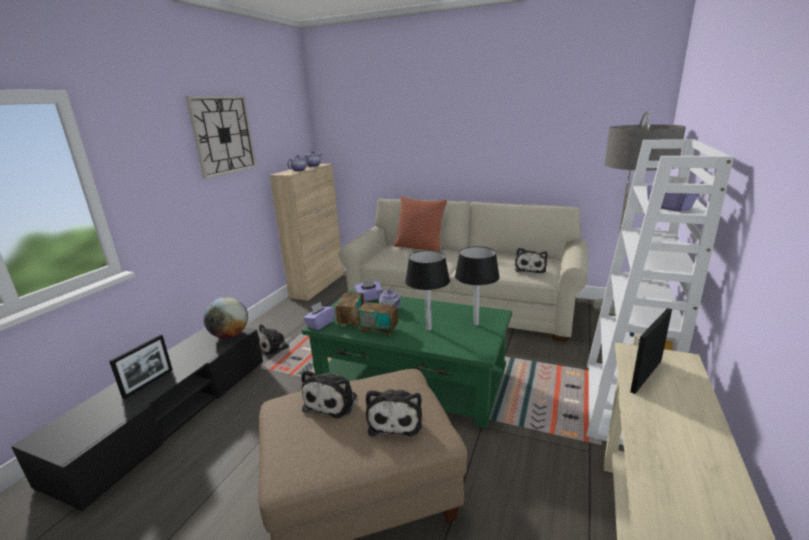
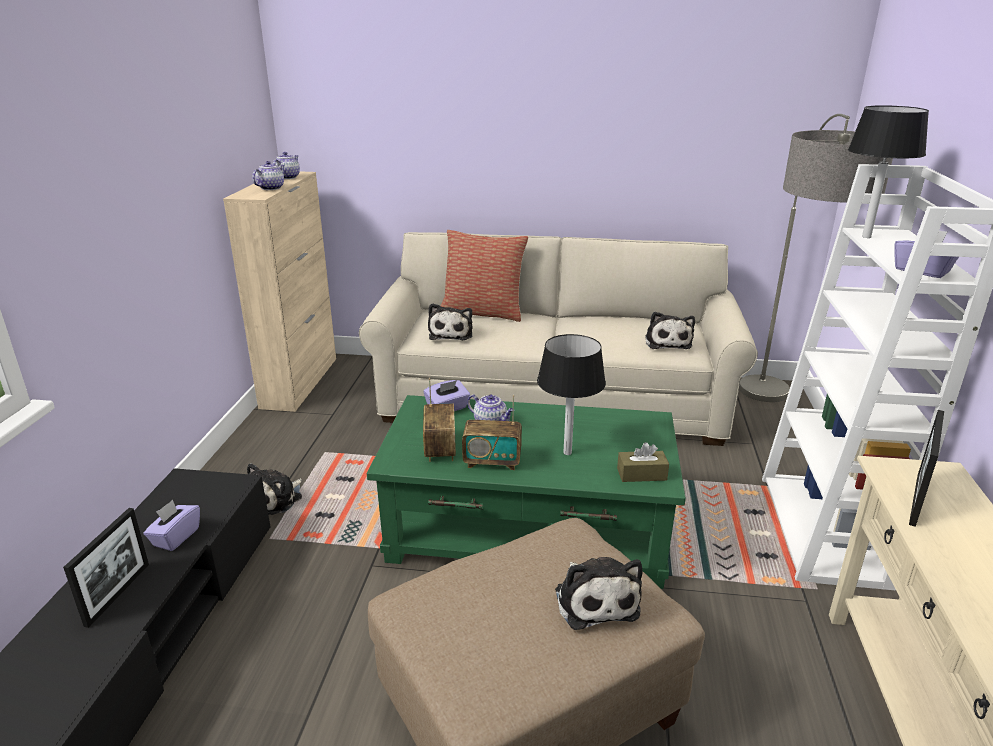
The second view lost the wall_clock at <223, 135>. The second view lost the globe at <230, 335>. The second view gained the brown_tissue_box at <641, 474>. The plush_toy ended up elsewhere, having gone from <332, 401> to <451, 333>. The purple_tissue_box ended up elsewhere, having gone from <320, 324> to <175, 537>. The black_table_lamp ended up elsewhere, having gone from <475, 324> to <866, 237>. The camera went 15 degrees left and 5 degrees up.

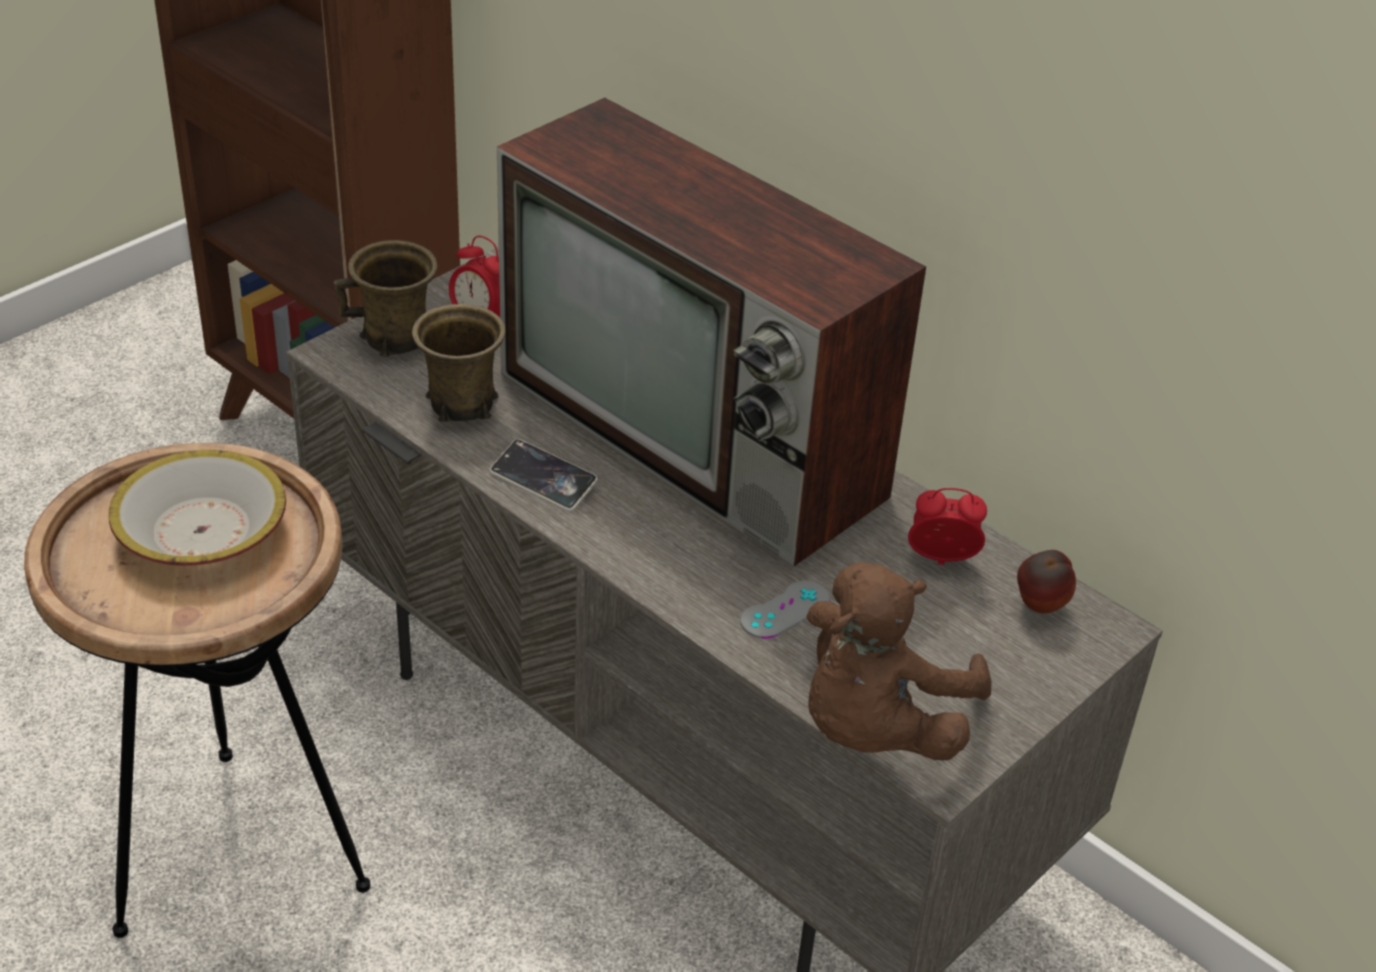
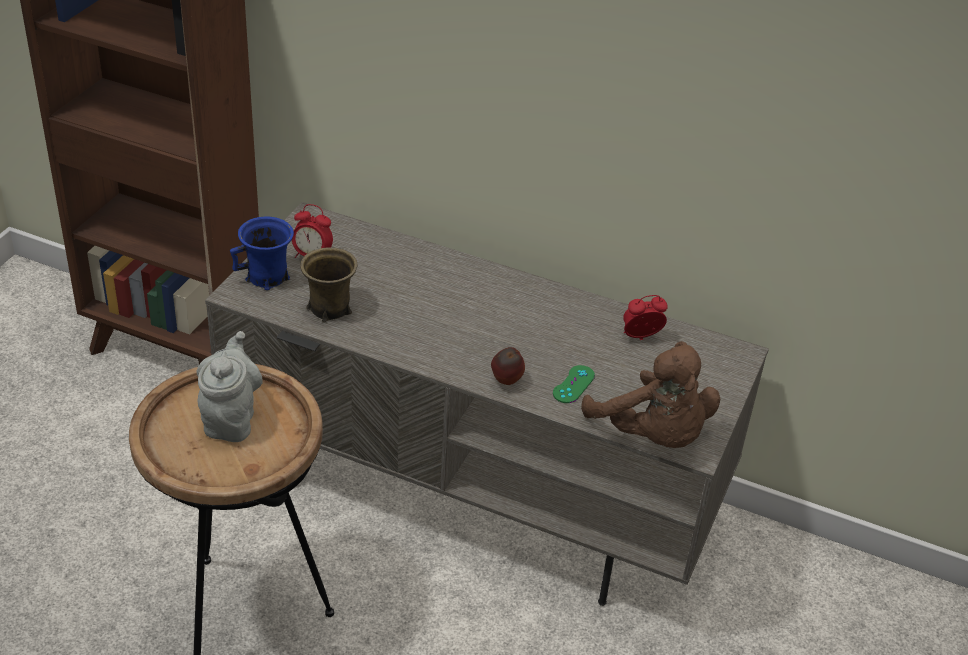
The second view lost the phone at <543, 480>. The second view lost the television at <697, 436>. The apple ended up elsewhere, having gone from <1039, 608> to <506, 382>. Where the bowl stood at <201, 532>, the grey_teapot came to stand at <231, 419>. What was the brown_mug at <396, 338> turned into the blue_mug at <268, 277>. What was the grey_game_controller at <785, 610> turned into the green_game_controller at <573, 384>. The brown_plush_toy at <876, 727> ended up facing another way, 45 degrees counterclockwise from before. The camera went 20 degrees left and 0 degrees up.

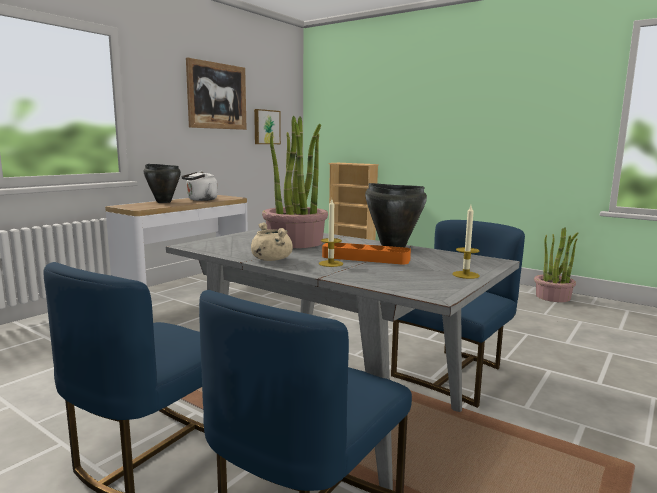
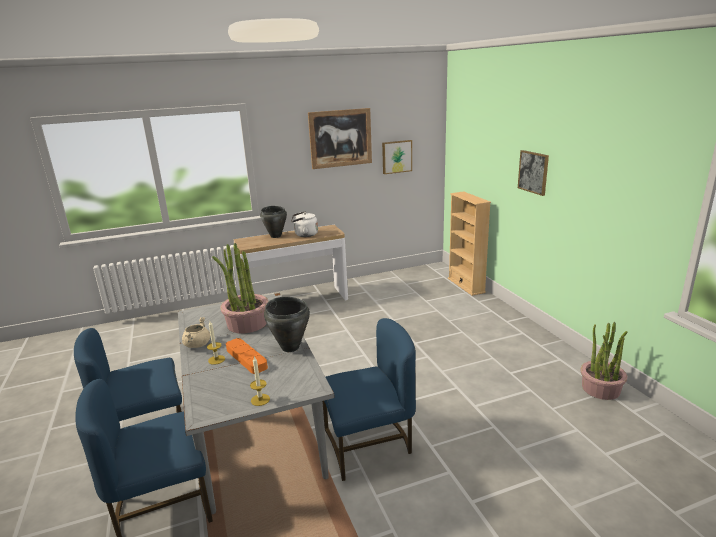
The second view gained the picture at <533, 172>. The camera went 35 degrees right and 10 degrees up.

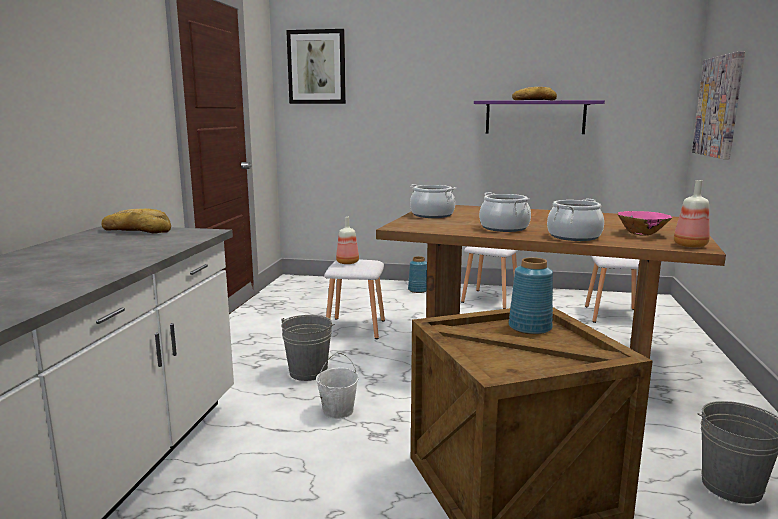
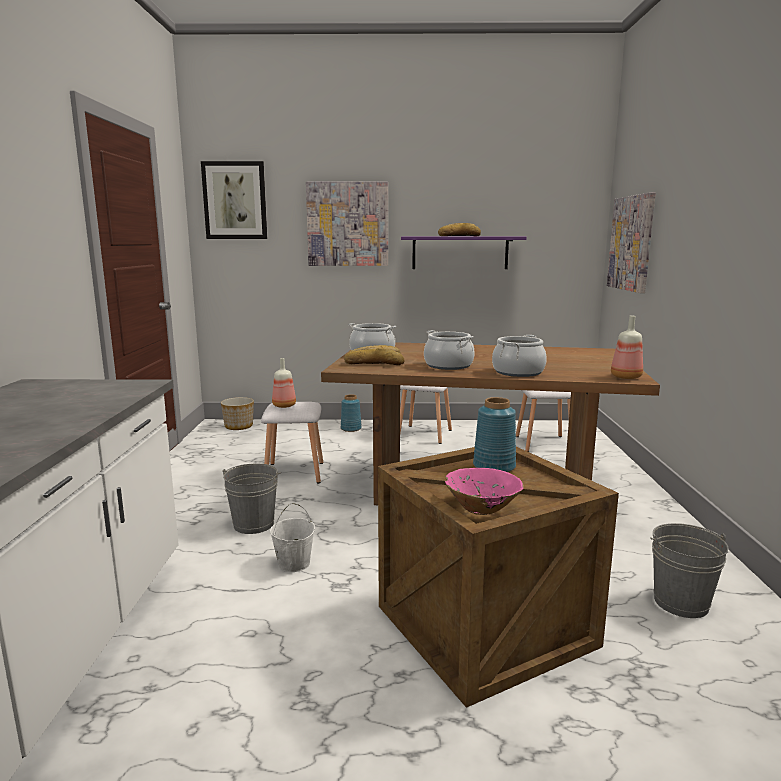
The second view gained the planter at <238, 426>. The second view gained the picture at <348, 224>. The bread ended up elsewhere, having gone from <137, 230> to <374, 363>. The pink_bowl ended up elsewhere, having gone from <641, 234> to <481, 509>. The camera went 10 degrees left and 0 degrees up.

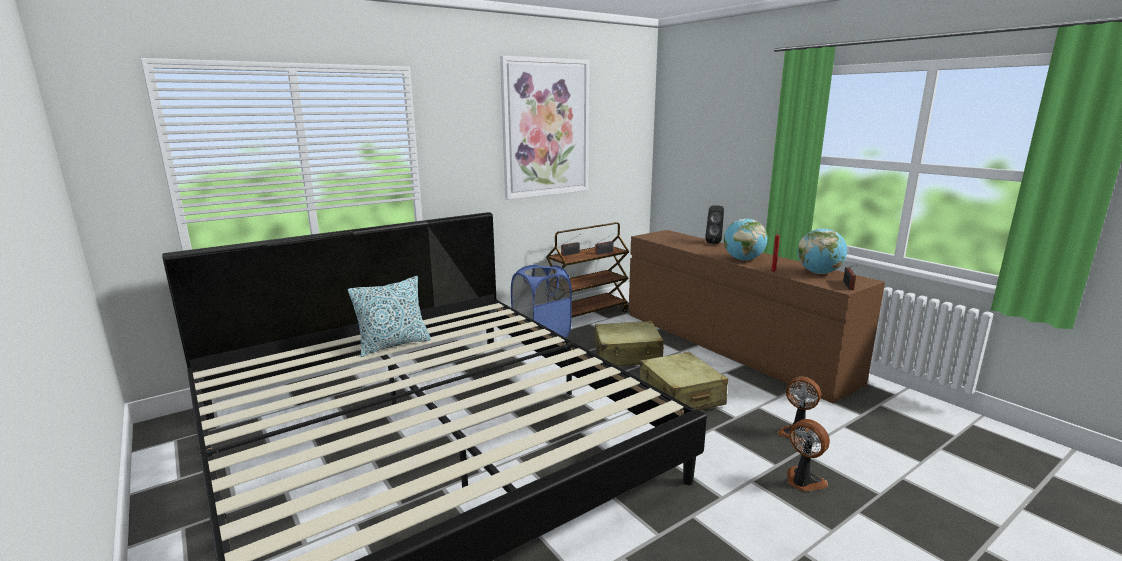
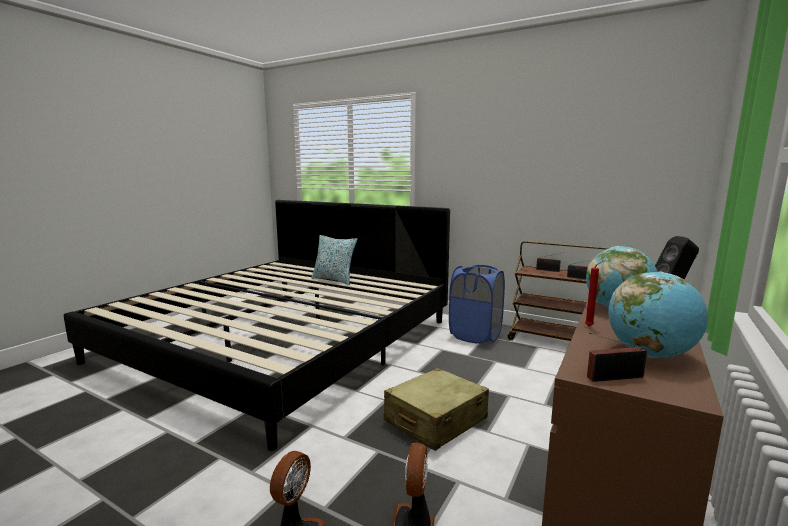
The second view lost the picture at <546, 128>. The second view lost the beige_suitcase at <627, 355>. The camera went 65 degrees right and 5 degrees down.

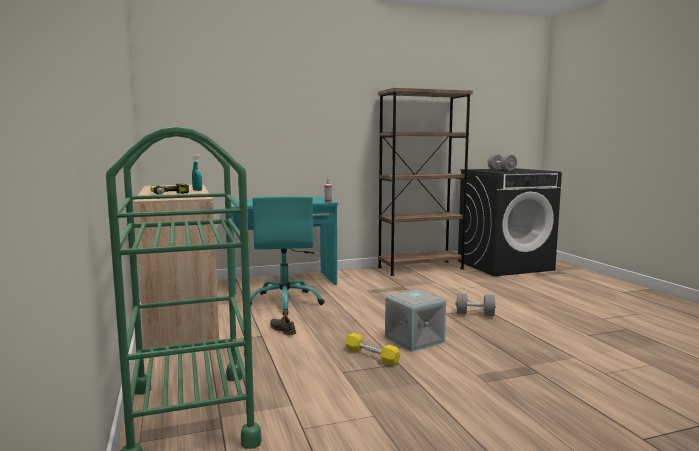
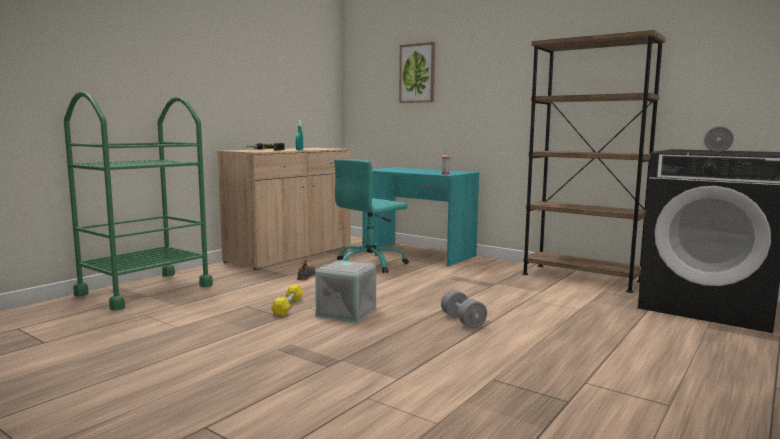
The second view gained the picture at <417, 73>. The camera went 55 degrees right and 0 degrees up.

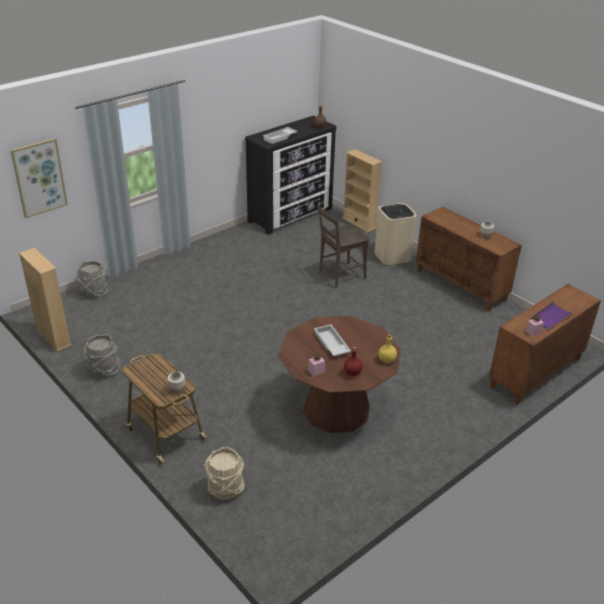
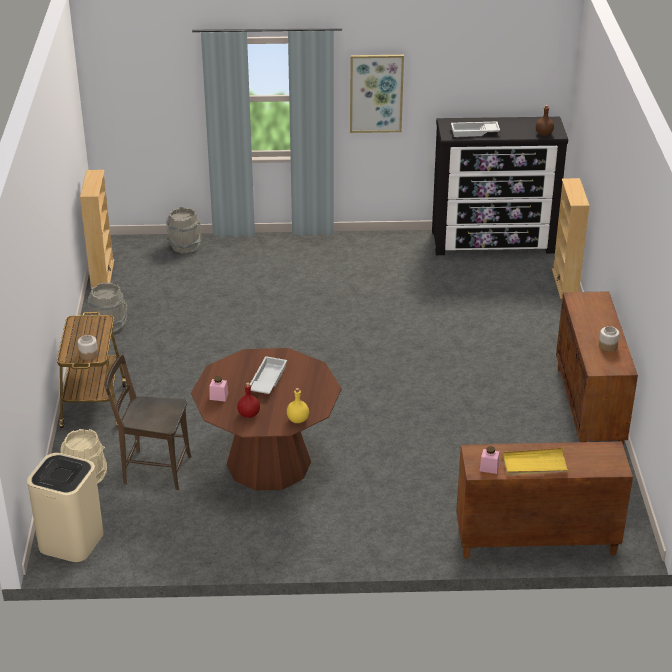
The picture ended up elsewhere, having gone from <39, 178> to <376, 93>. The brown_chair ended up elsewhere, having gone from <340, 276> to <153, 469>. The beige_trash_can ended up elsewhere, having gone from <392, 256> to <70, 541>. What was the purple_tray at <550, 318> turned into the yellow_tray at <534, 464>. The camera went 40 degrees right and 0 degrees up.

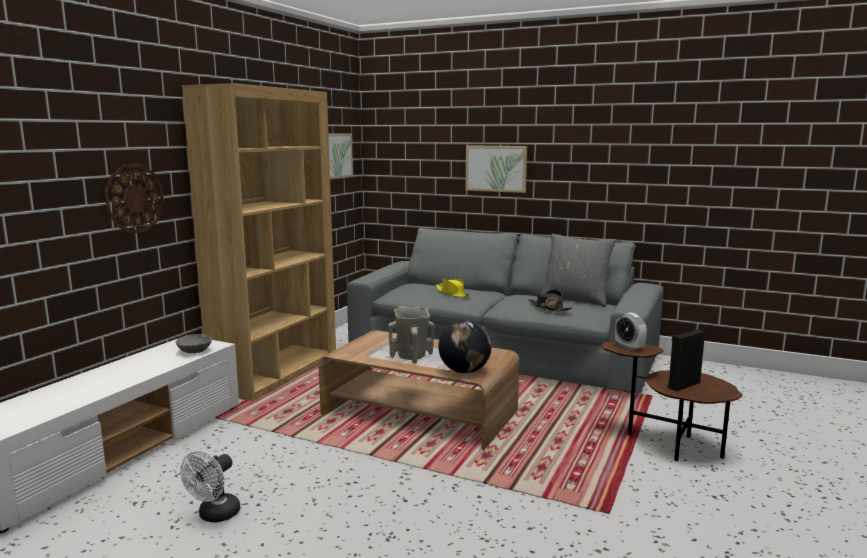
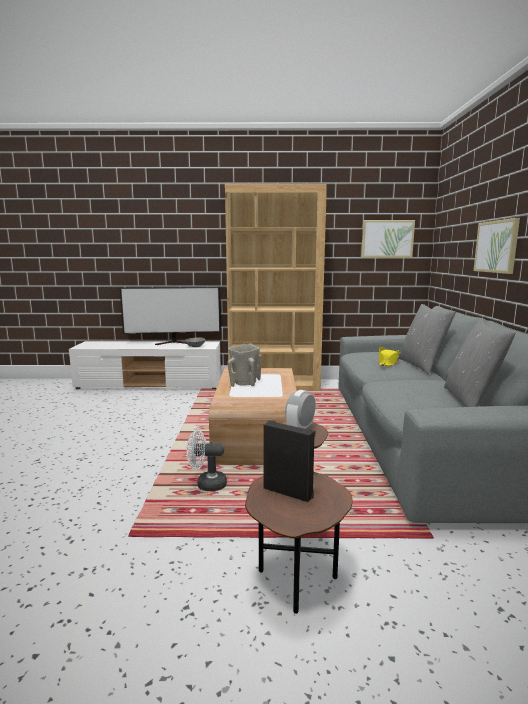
The second view lost the wall_clock at <134, 198>. The second view lost the globe at <464, 371>. The second view lost the black_hat at <549, 308>. The second view gained the television at <175, 343>. The second view gained the grey_pillow at <421, 365>. The white_fan ended up elsewhere, having gone from <215, 516> to <206, 484>. The camera went 65 degrees right and 0 degrees up.

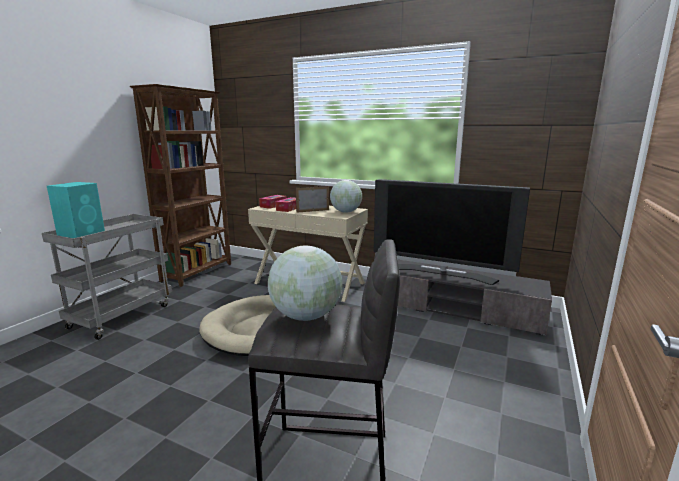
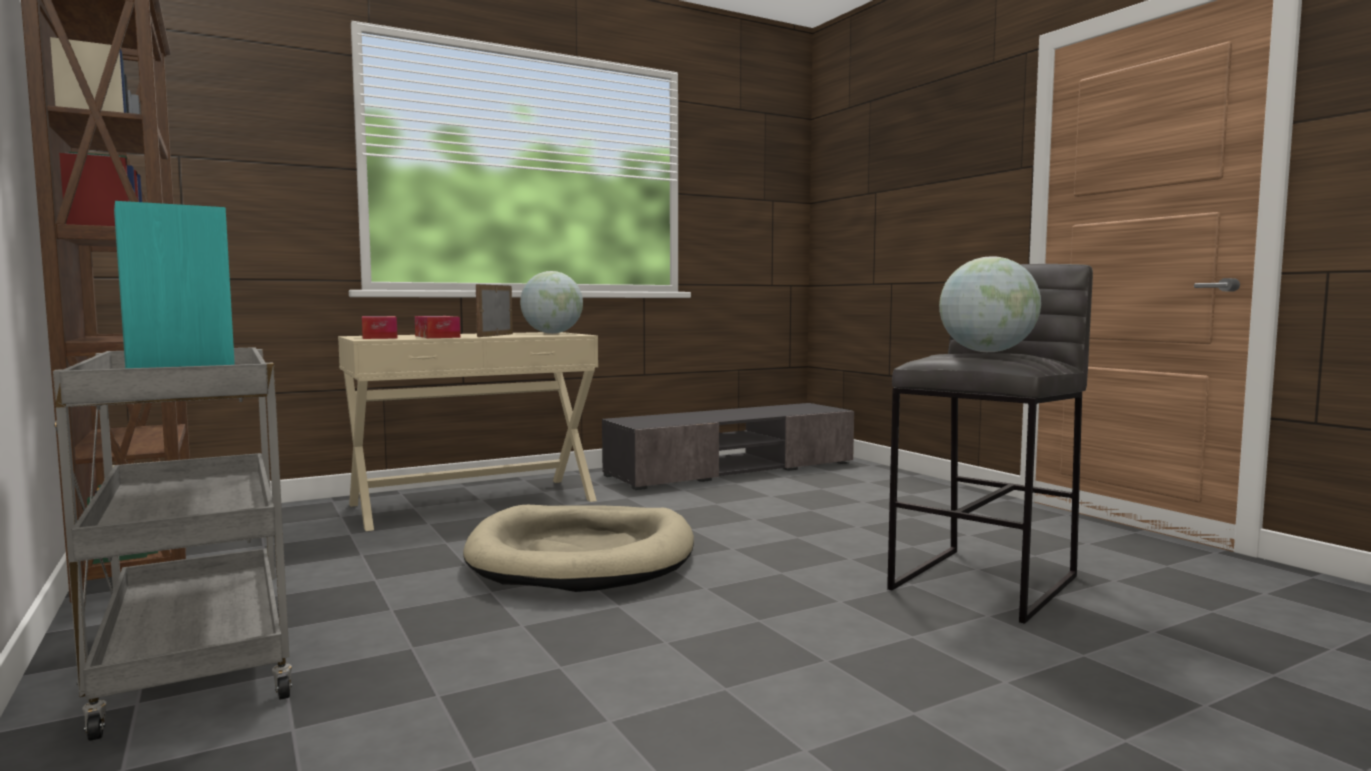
The second view lost the television at <442, 274>. The camera went 55 degrees left and 10 degrees down.

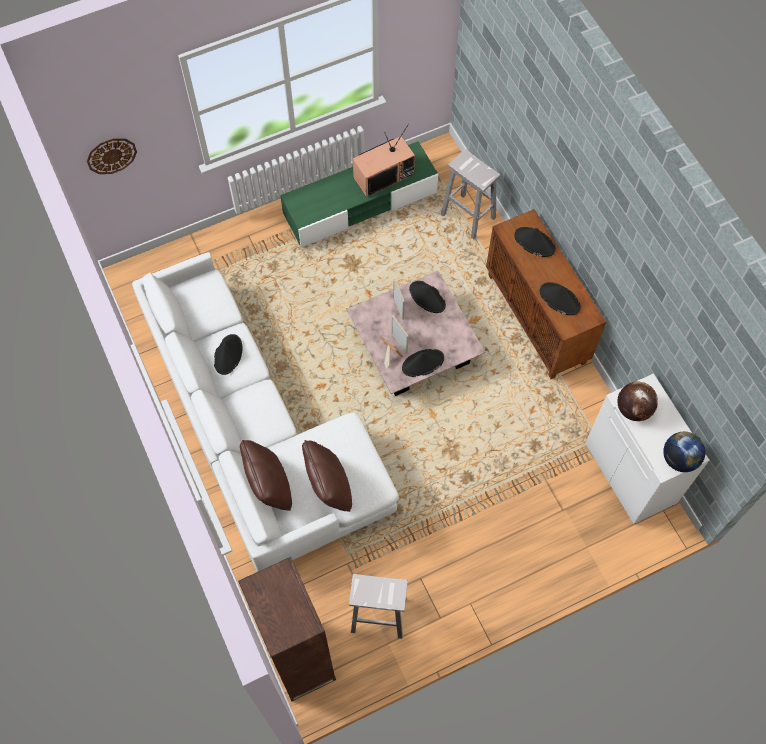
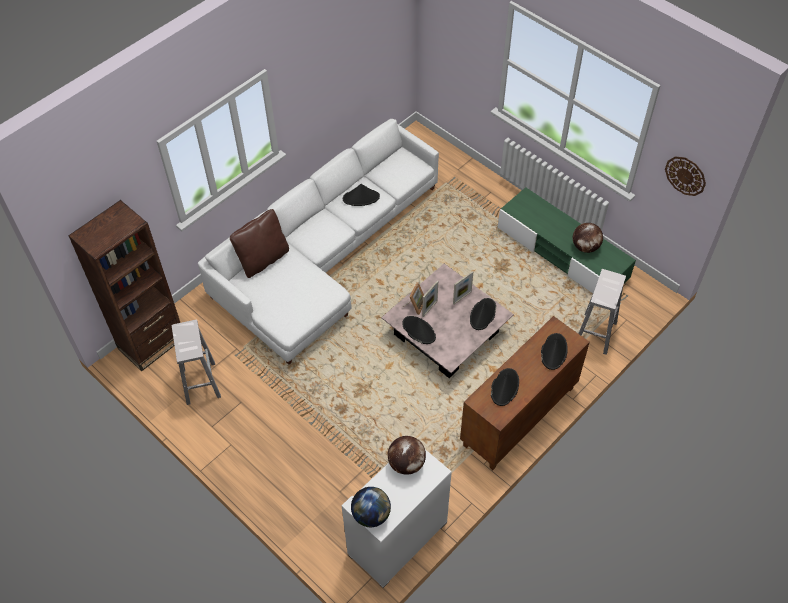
The second view lost the brown_pillow at <329, 487>. The wall_clock ended up elsewhere, having gone from <111, 155> to <685, 175>. Where the television stood at <383, 175>, the globe came to stand at <585, 247>. The camera went 70 degrees right and 10 degrees down.

